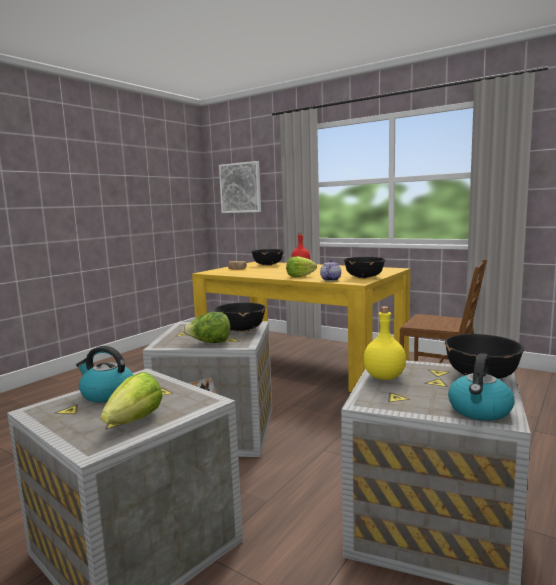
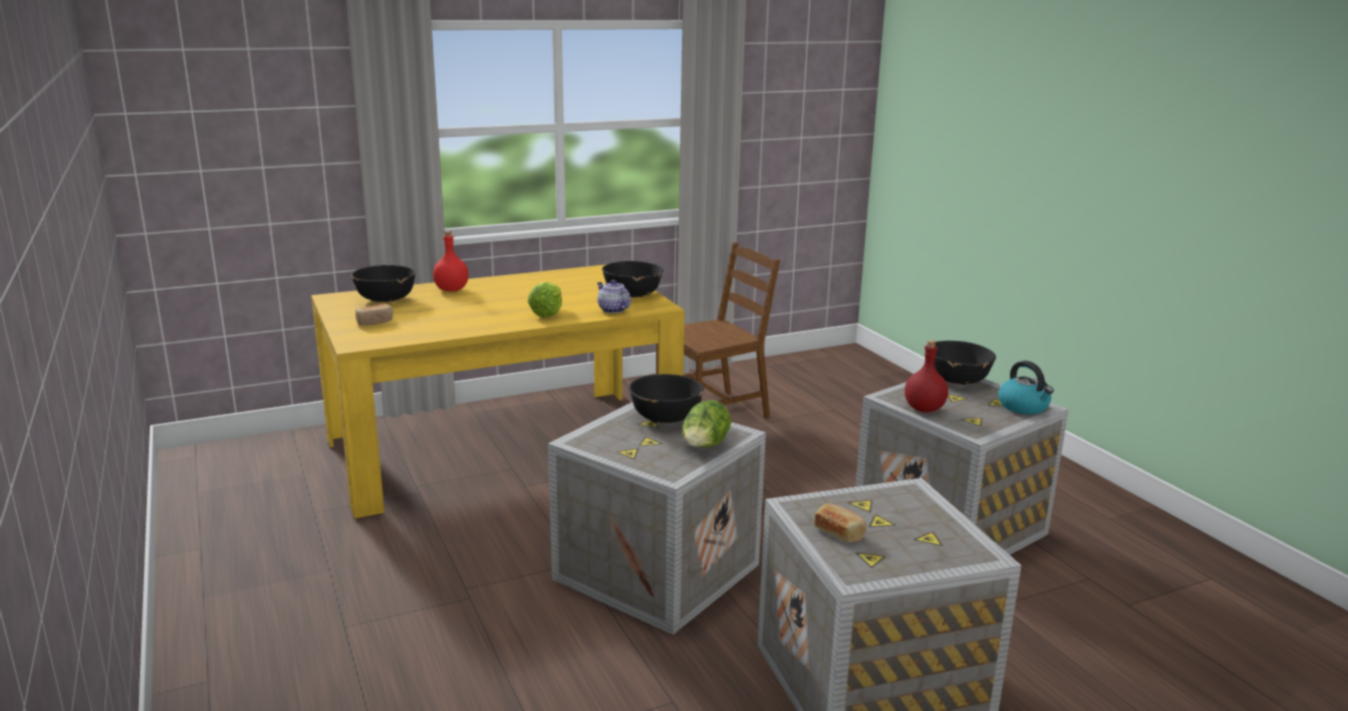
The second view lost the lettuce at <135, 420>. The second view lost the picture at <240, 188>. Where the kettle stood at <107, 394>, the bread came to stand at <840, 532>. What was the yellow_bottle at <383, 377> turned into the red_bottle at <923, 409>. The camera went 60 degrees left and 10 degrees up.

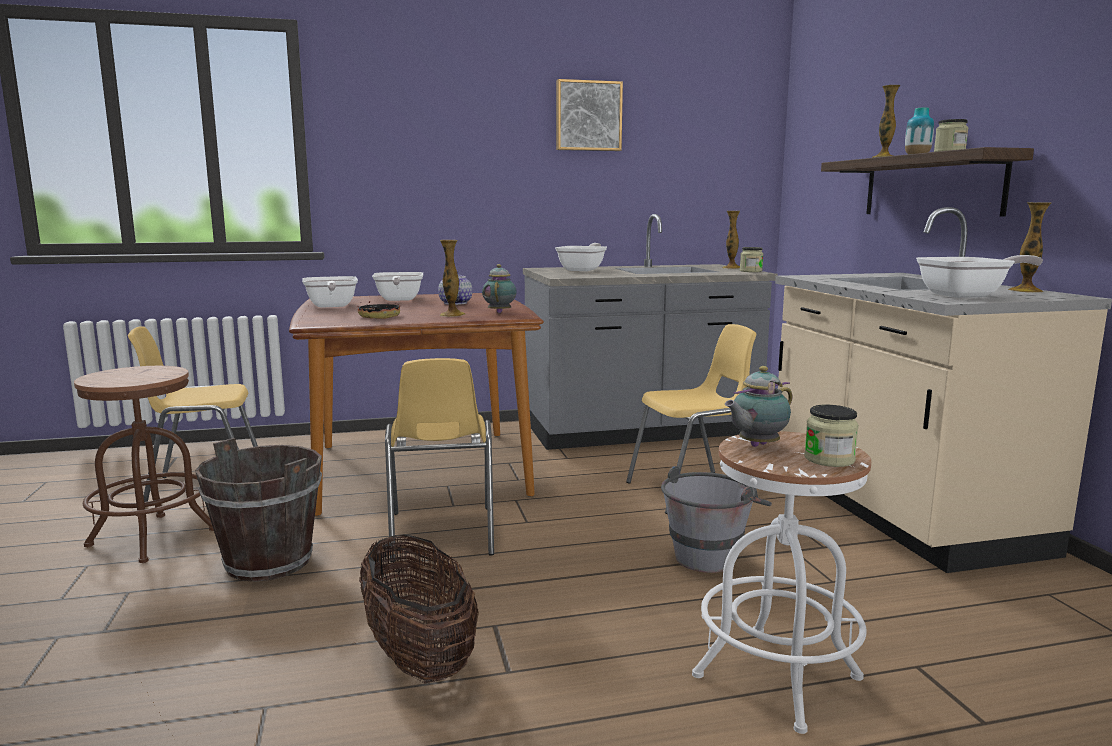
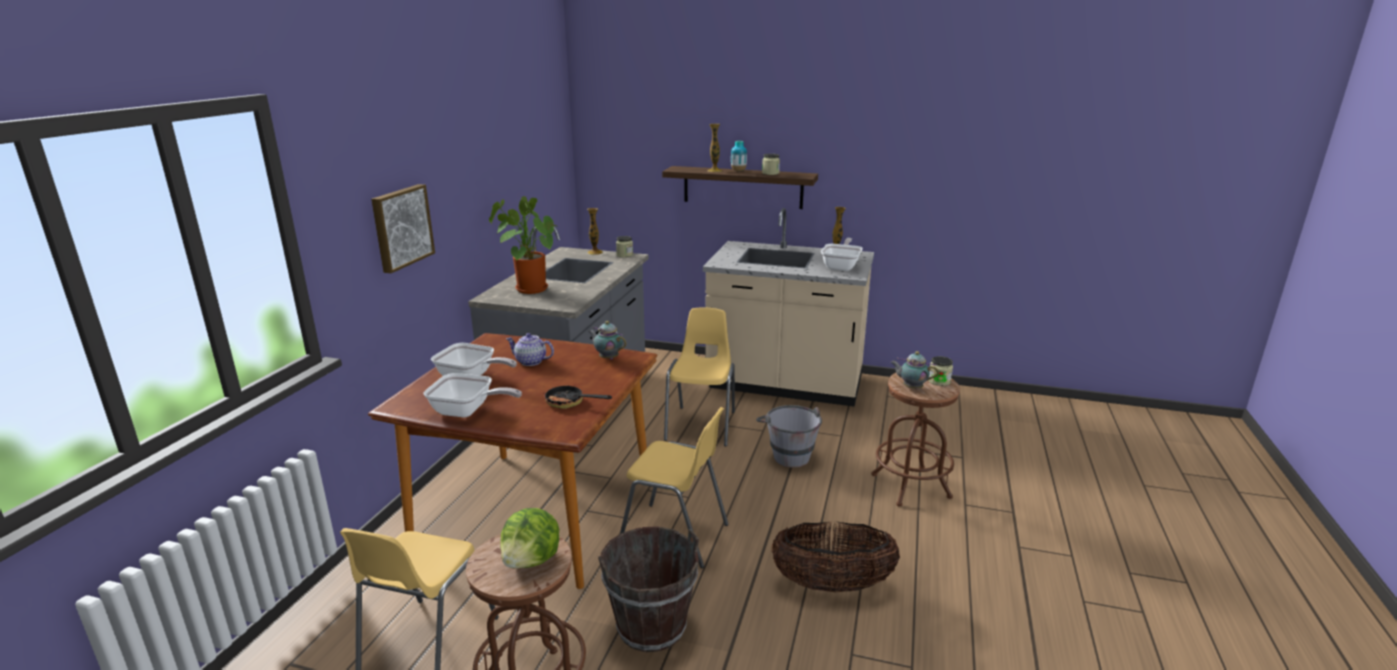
The second view lost the vase at <452, 315>. The second view gained the lettuce at <532, 561>. The picture ended up elsewhere, having gone from <588, 116> to <401, 227>. Where the frying_pan stood at <583, 269>, the potted_plant came to stand at <528, 289>. What was the white_stool at <777, 677> turned into the brown_stool at <910, 486>. The teapot at <756, 445> ended up facing another way, 120 degrees clockwise from before. The camera went 60 degrees left and 10 degrees up.

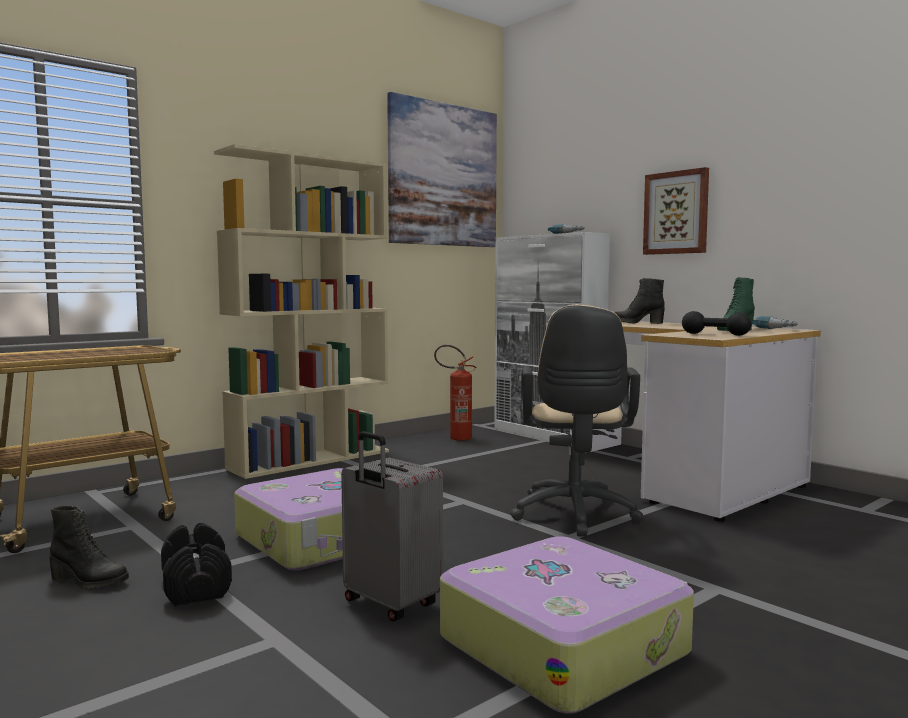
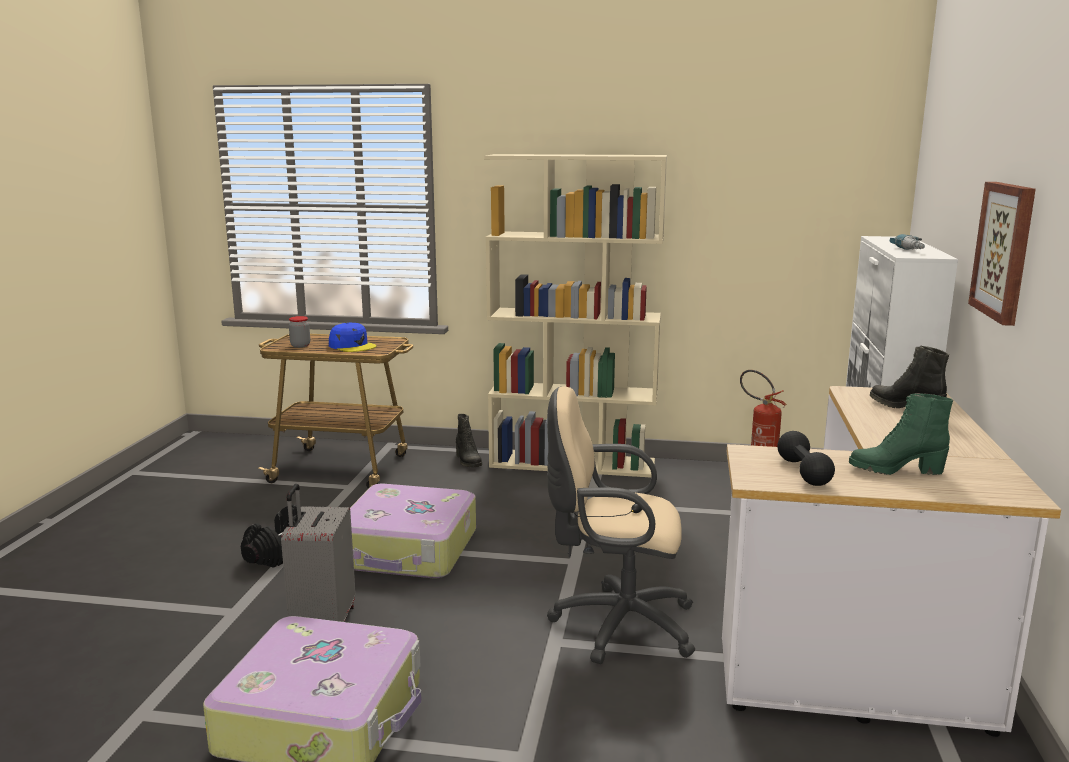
The second view lost the picture at <443, 175>. The second view lost the power_drill at <777, 328>. The second view gained the jar at <300, 345>. The second view gained the blue_cap at <352, 346>. The black_boot ended up elsewhere, having gone from <88, 582> to <467, 461>. The beige_office_chair at <574, 516> ended up facing another way, 45 degrees clockwise from before. The camera went 50 degrees right and 10 degrees up.

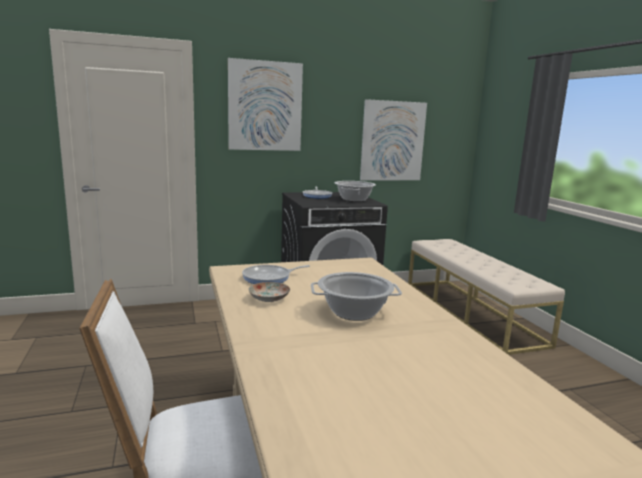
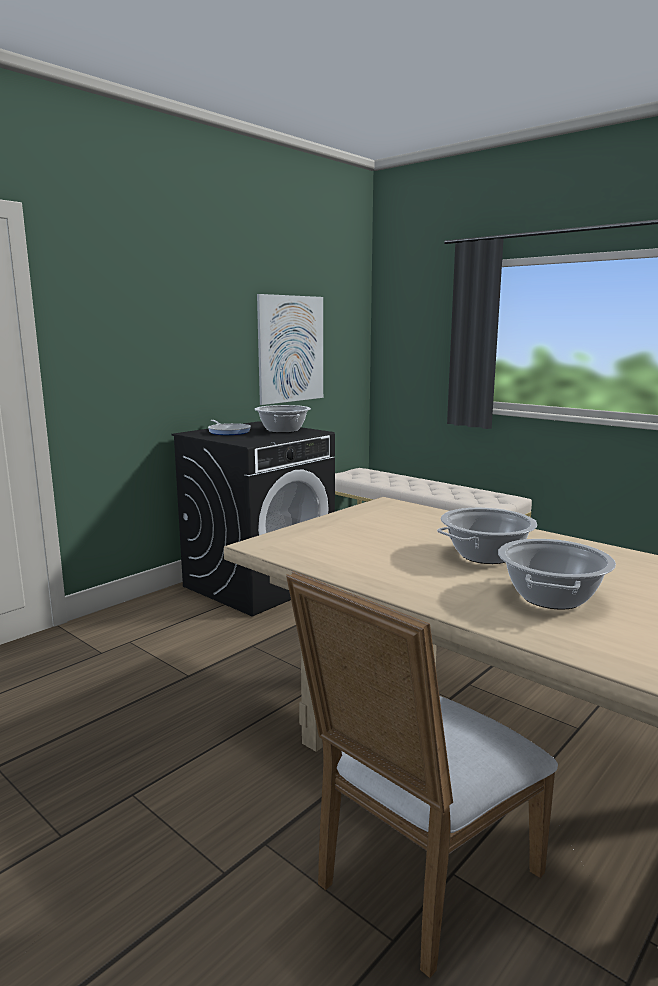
The second view lost the picture at <265, 106>. The second view lost the frying_pan at <269, 278>. The second view lost the plate at <269, 299>. The second view gained the cooking_pot at <551, 597>. The camera went 30 degrees left and 0 degrees up.

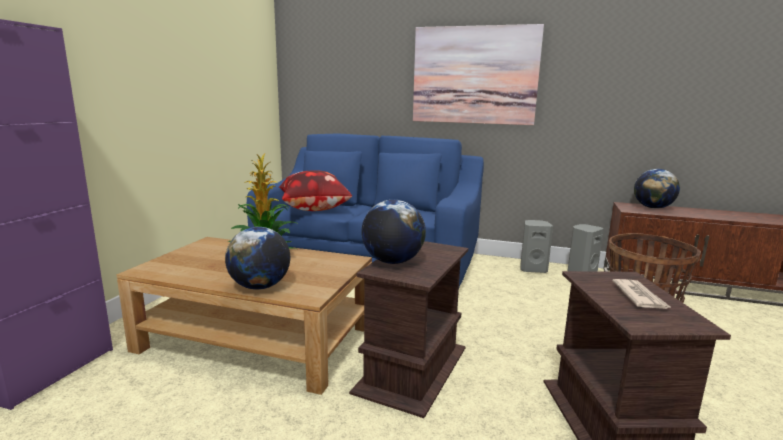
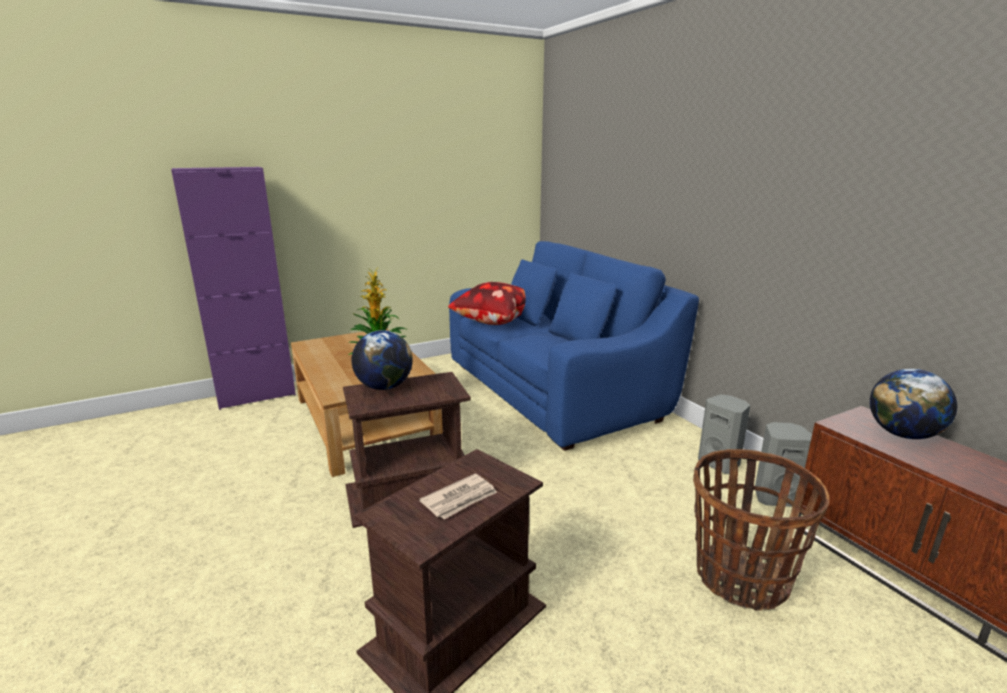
The second view lost the globe at <260, 287>. The second view lost the picture at <474, 75>. The camera went 45 degrees right and 5 degrees up.

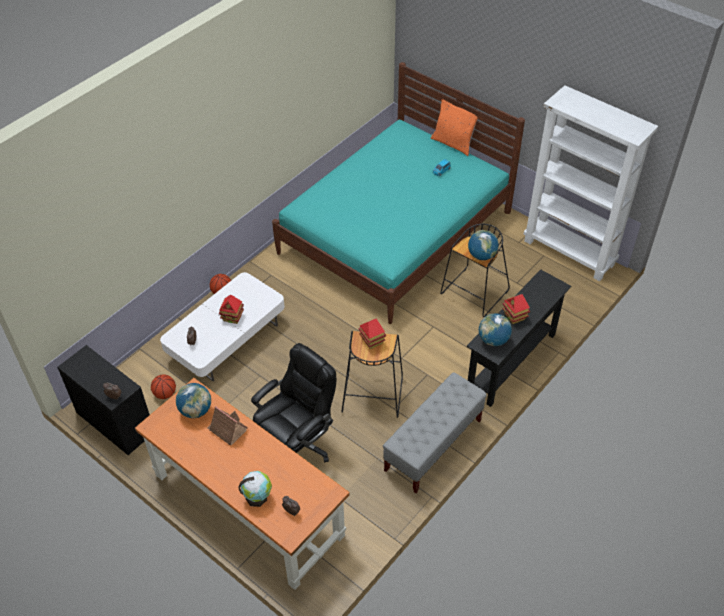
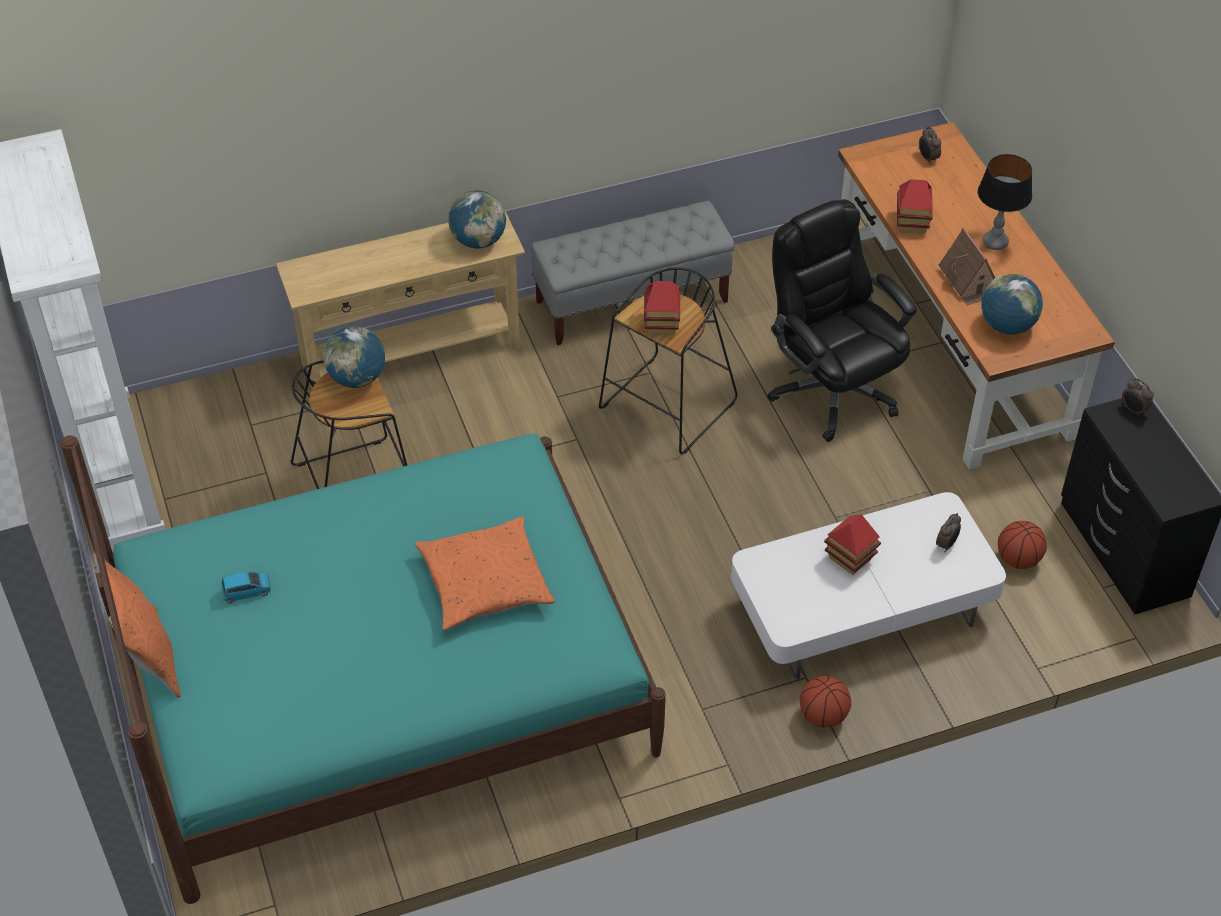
The second view lost the globe at <258, 497>. The second view gained the orange_pillow at <484, 583>. The second view gained the table_lamp at <995, 242>. The toy_house ended up elsewhere, having gone from <514, 316> to <911, 223>. What was the black_console_table at <512, 362> turned into the beige_console_table at <411, 354>. The black_office_chair at <297, 443> ended up facing another way, 75 degrees clockwise from before. The camera went 150 degrees left and 0 degrees up.

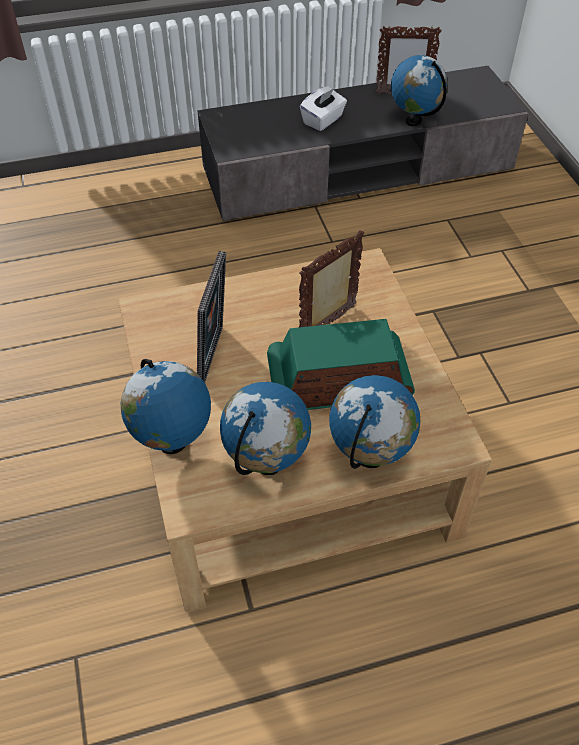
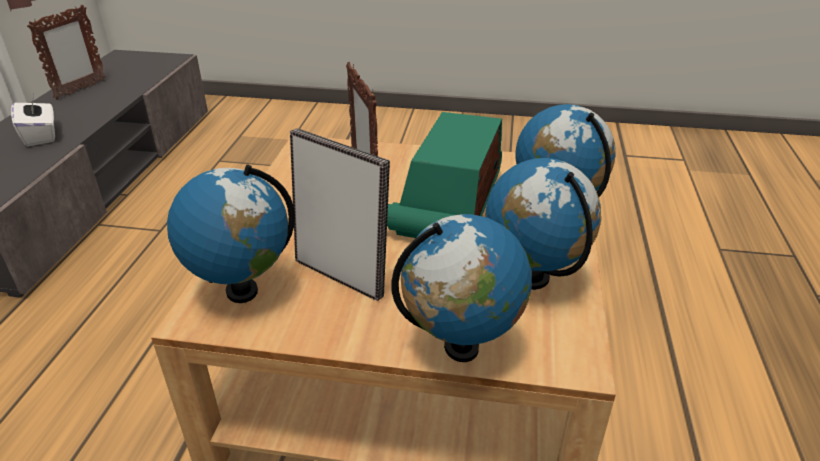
The globe ended up elsewhere, having gone from <414, 121> to <242, 291>. The camera went 65 degrees left and 15 degrees down.

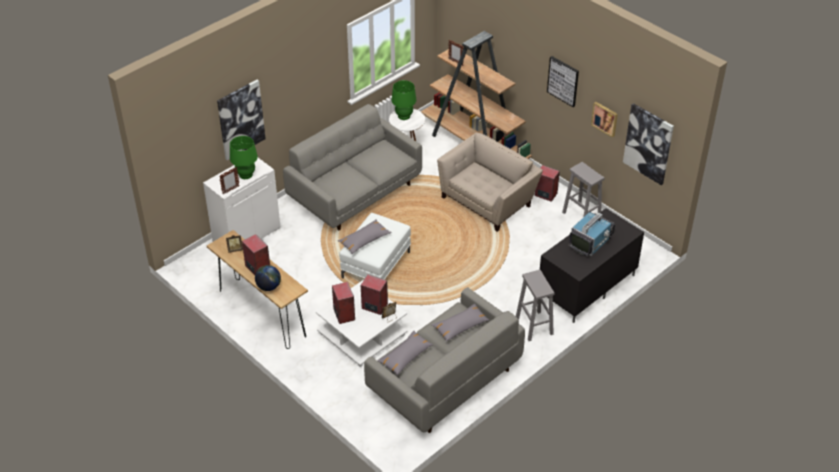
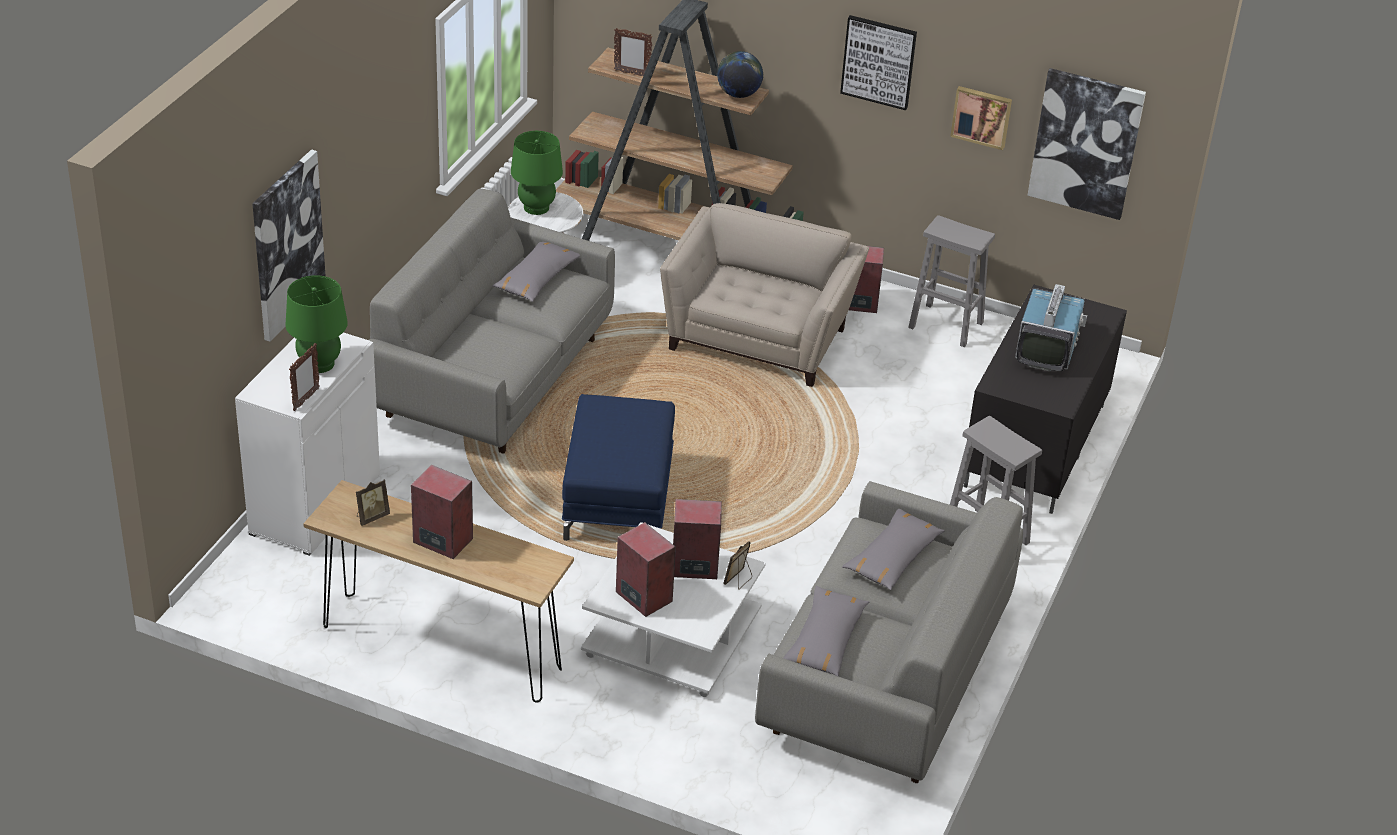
The globe ended up elsewhere, having gone from <269, 287> to <738, 94>. The grey_pillow ended up elsewhere, having gone from <364, 240> to <537, 279>. What was the white_ottoman at <375, 264> turned into the blue_ottoman at <617, 499>. The camera went 25 degrees left and 5 degrees down.

